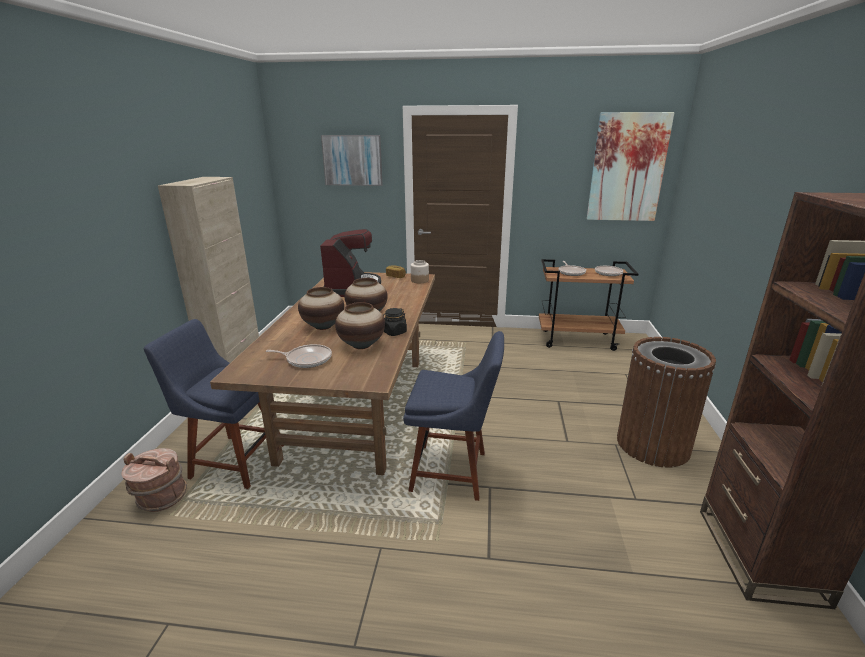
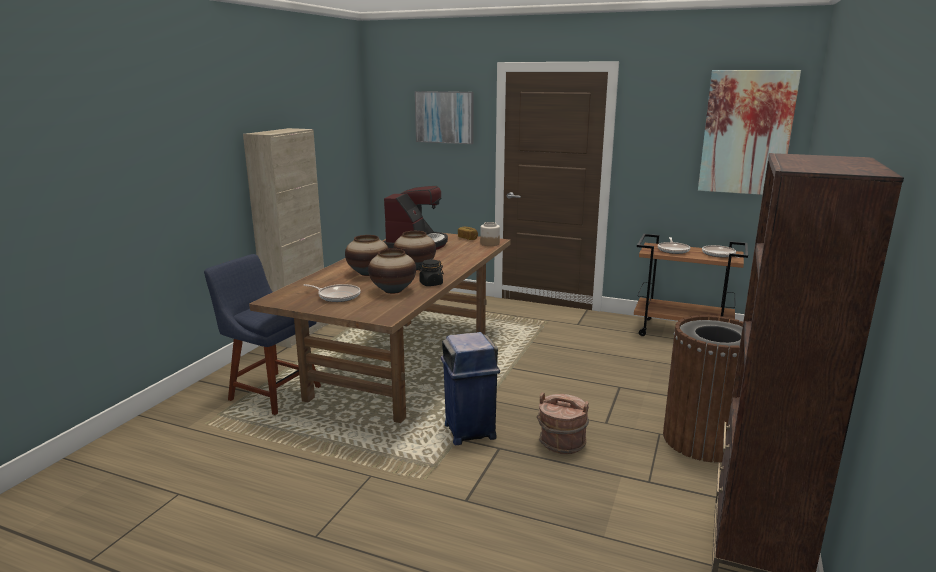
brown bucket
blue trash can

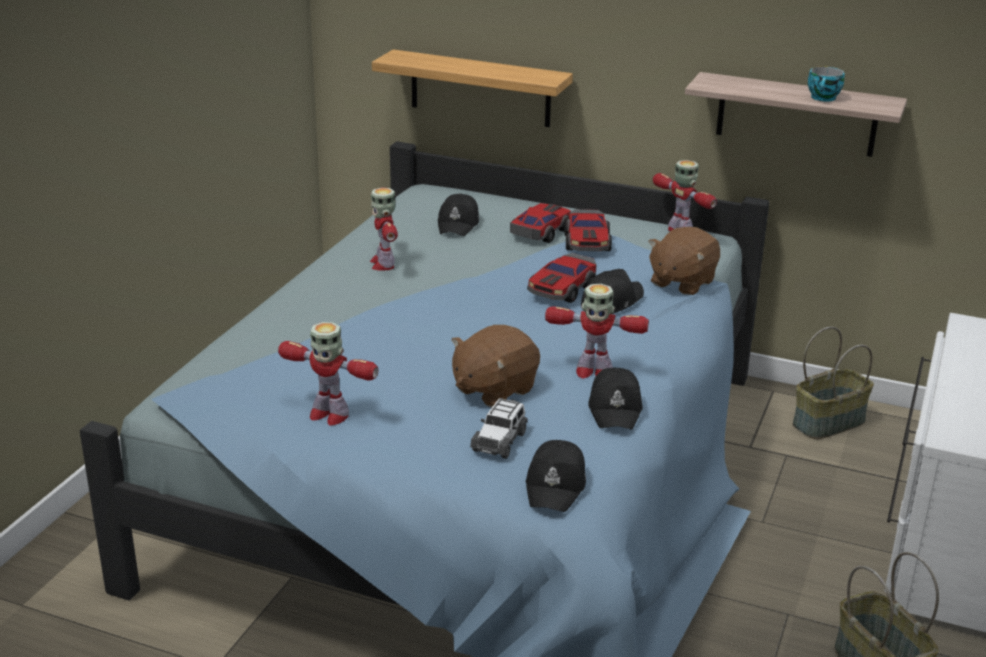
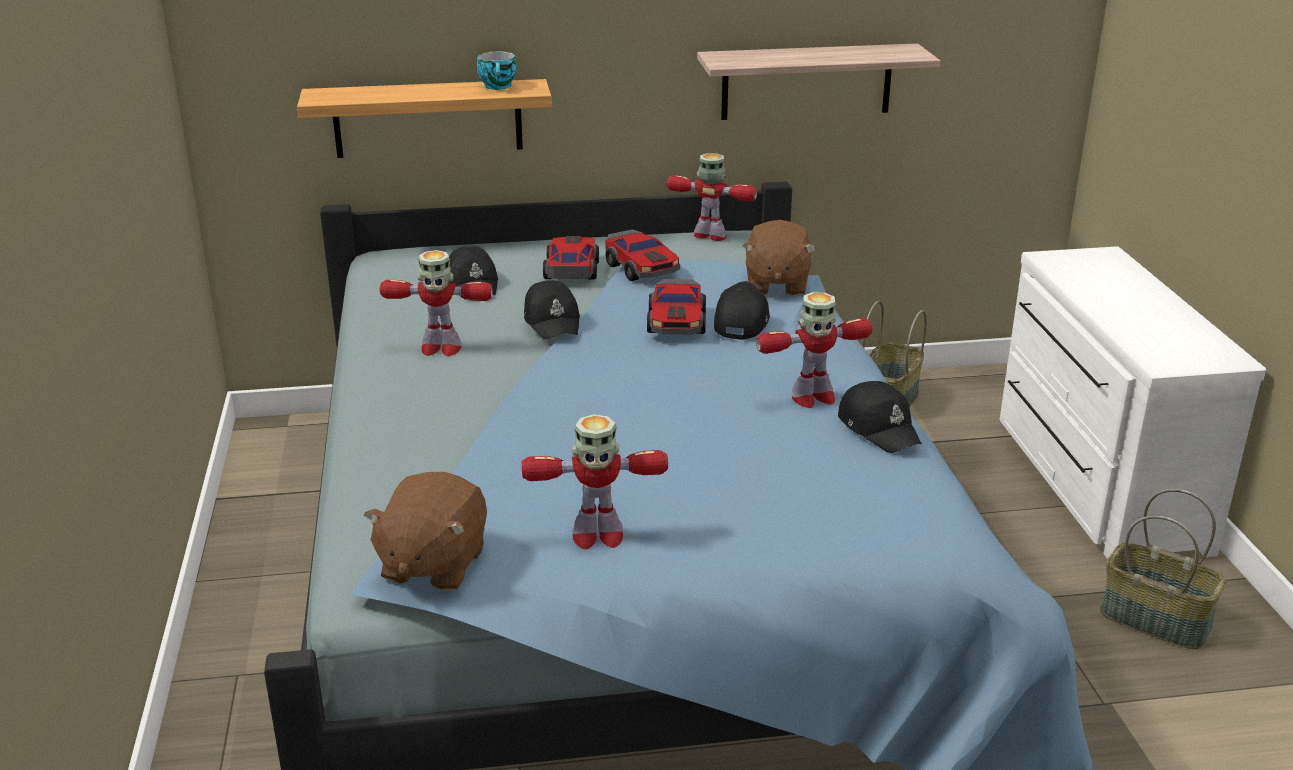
toy robot (no. 1 from left)
brown plush toy (no. 1 from left)
toy car (no. 1 from left in the first image)
black cap (no. 2 from left)
cup

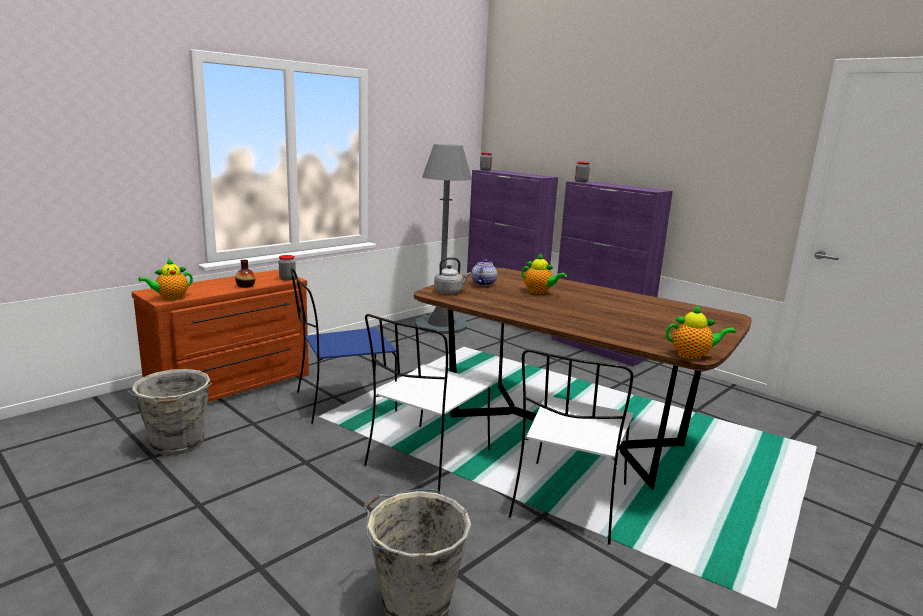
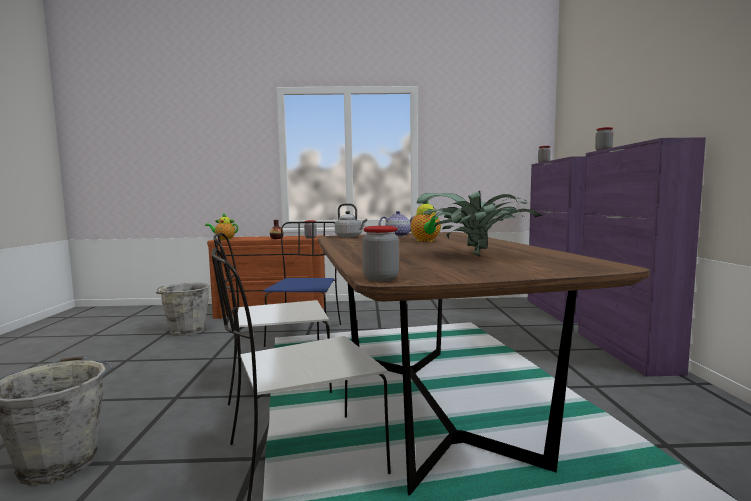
blue chair
grey floor lamp
jar (no. 2 from left)
potted plant

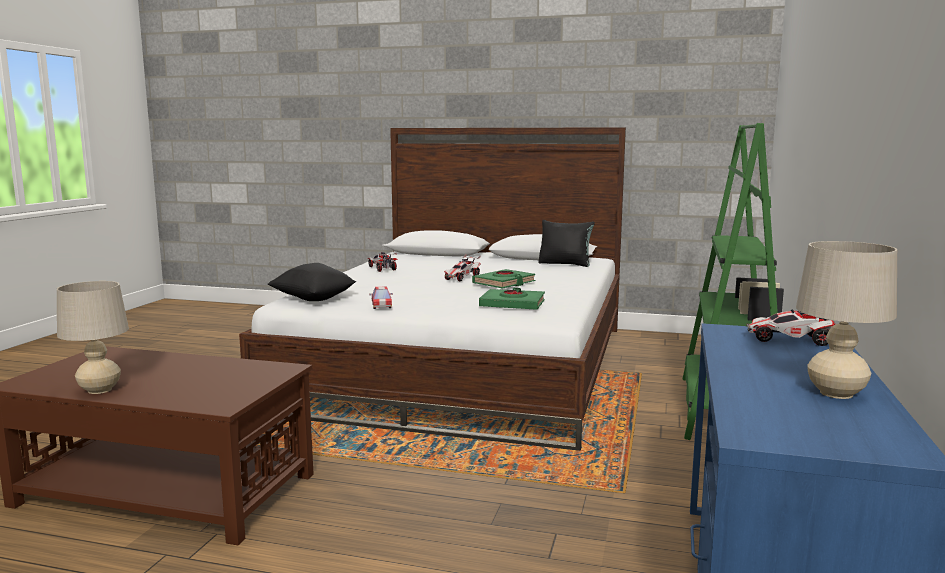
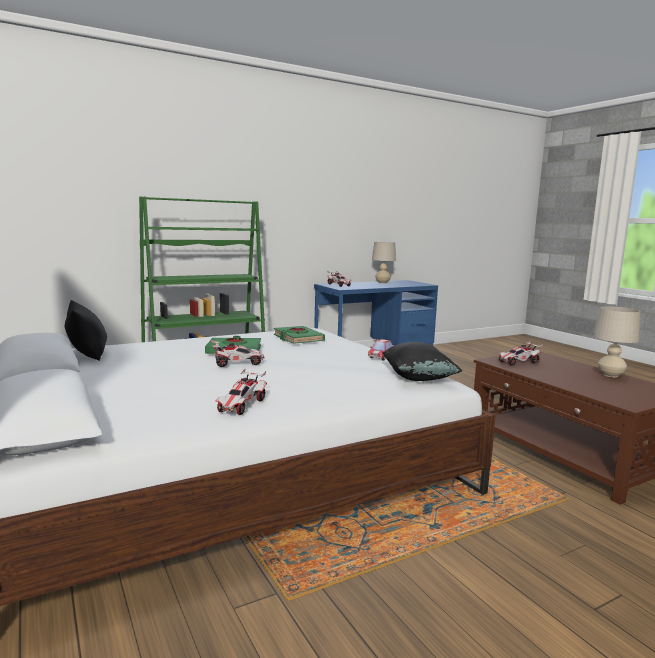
toy car (no. 5 from left)

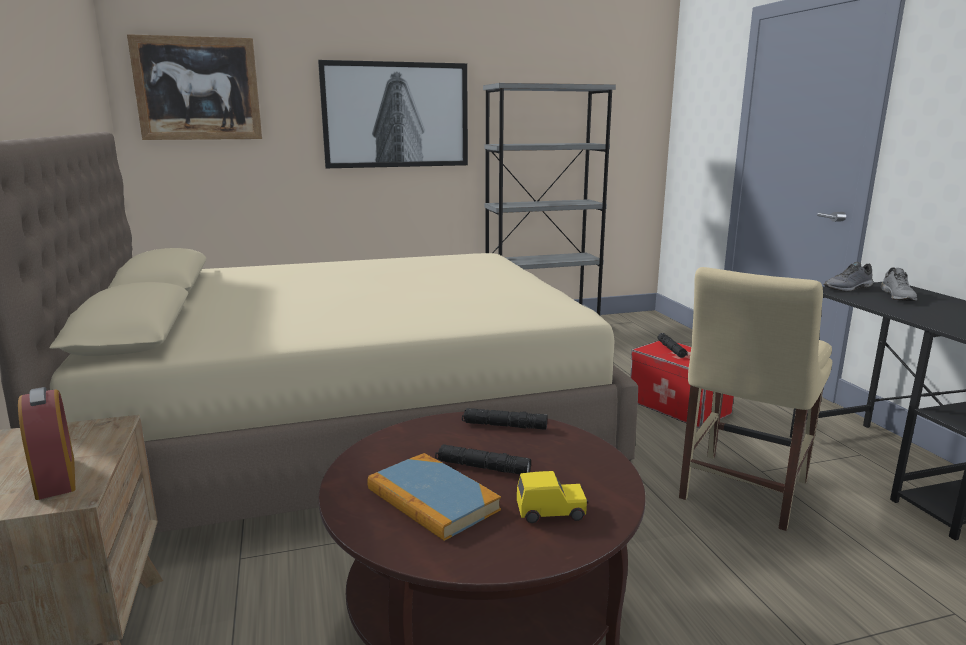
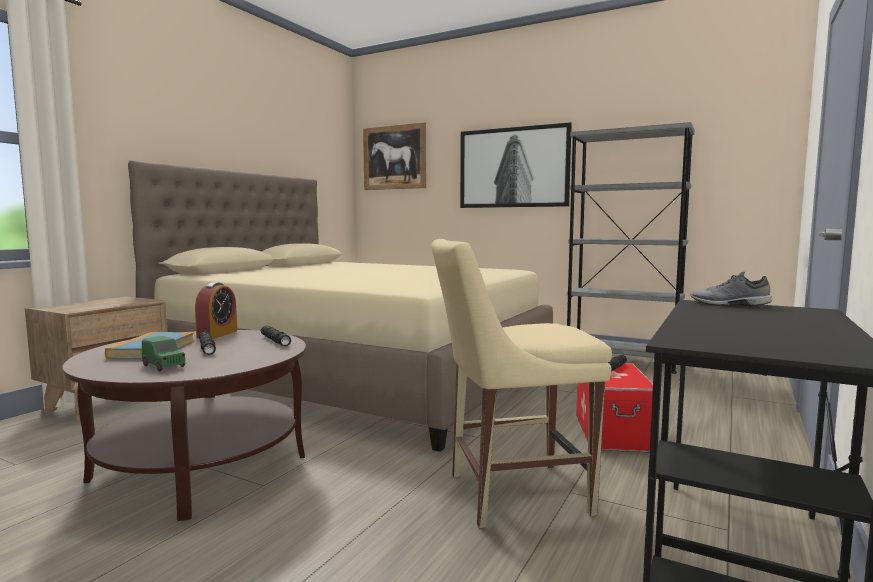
alarm clock
green toy car
grey shoe (no. 2 from left in the first image)

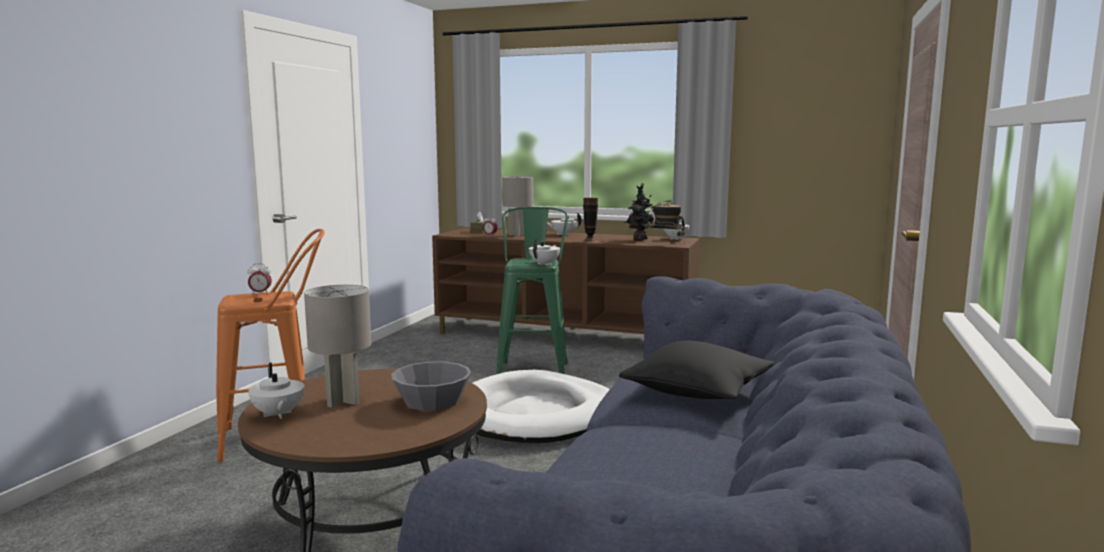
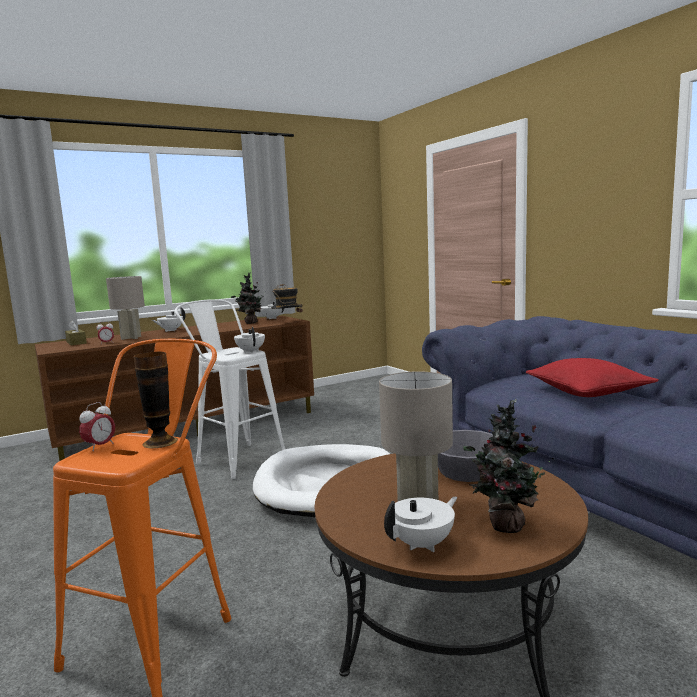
white teapot (no. 4 from left)
white stool
vase
red pillow
potted plant (no. 2 from left)

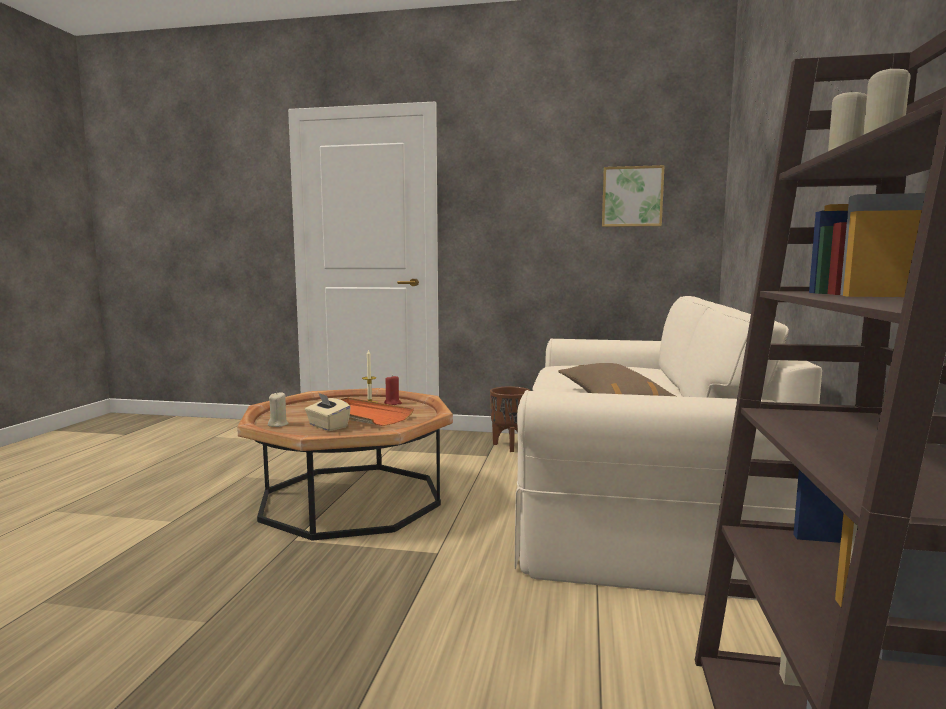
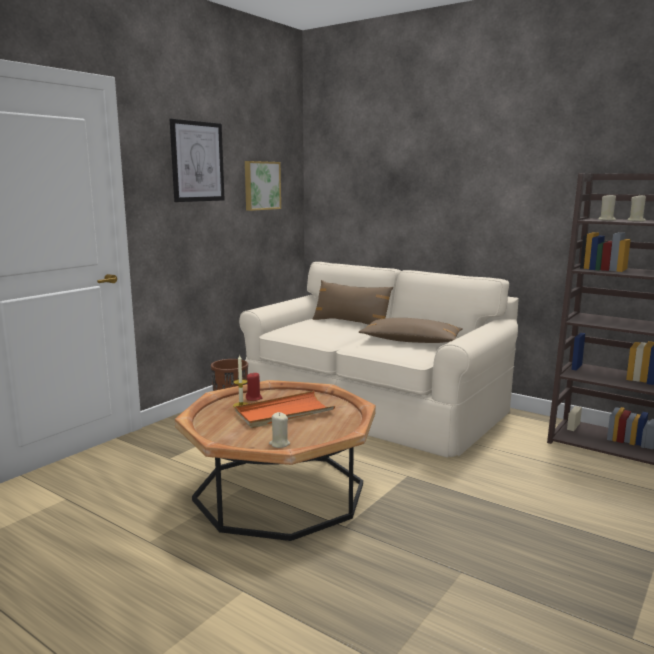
beige tissue box
picture (no. 1 from left)
brown pillow (no. 1 from left)

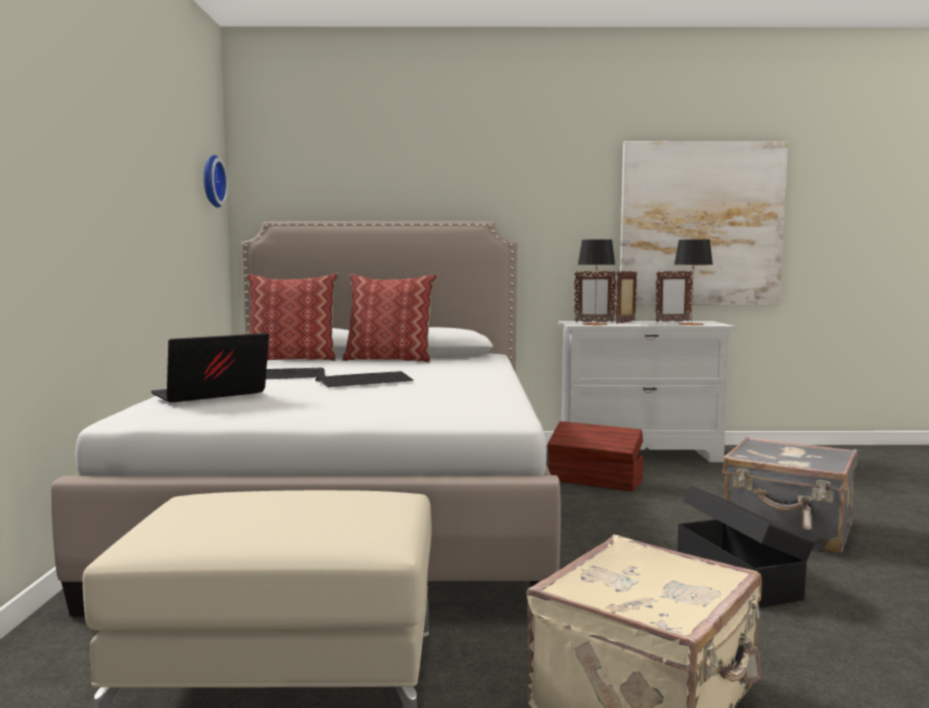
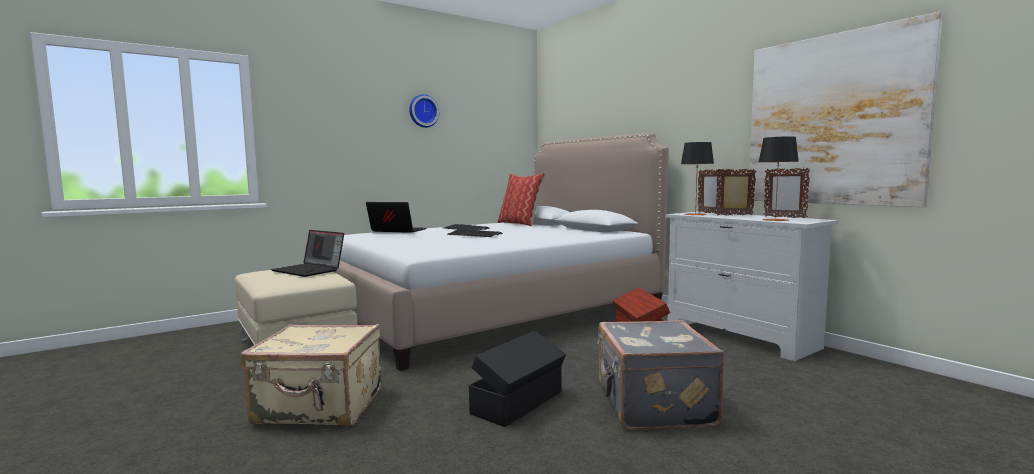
wall clock
pillow (no. 2 from left in the first image)
laptop (no. 1 from left)

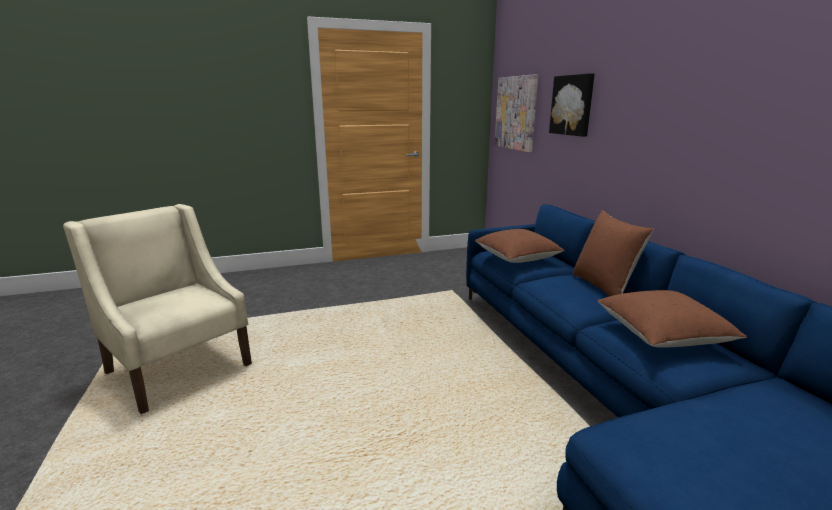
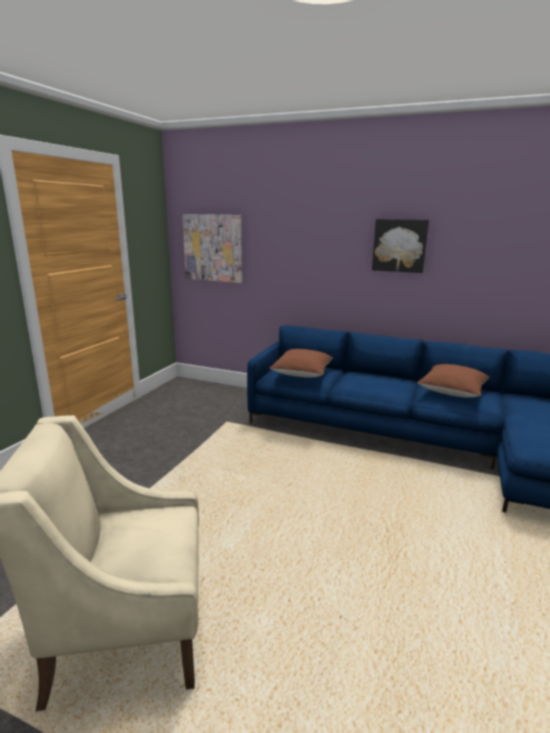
picture (no. 2 from left)
brown pillow (no. 2 from left in the first image)

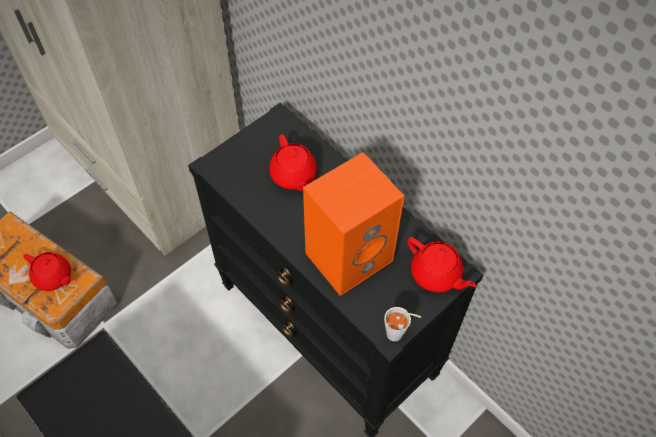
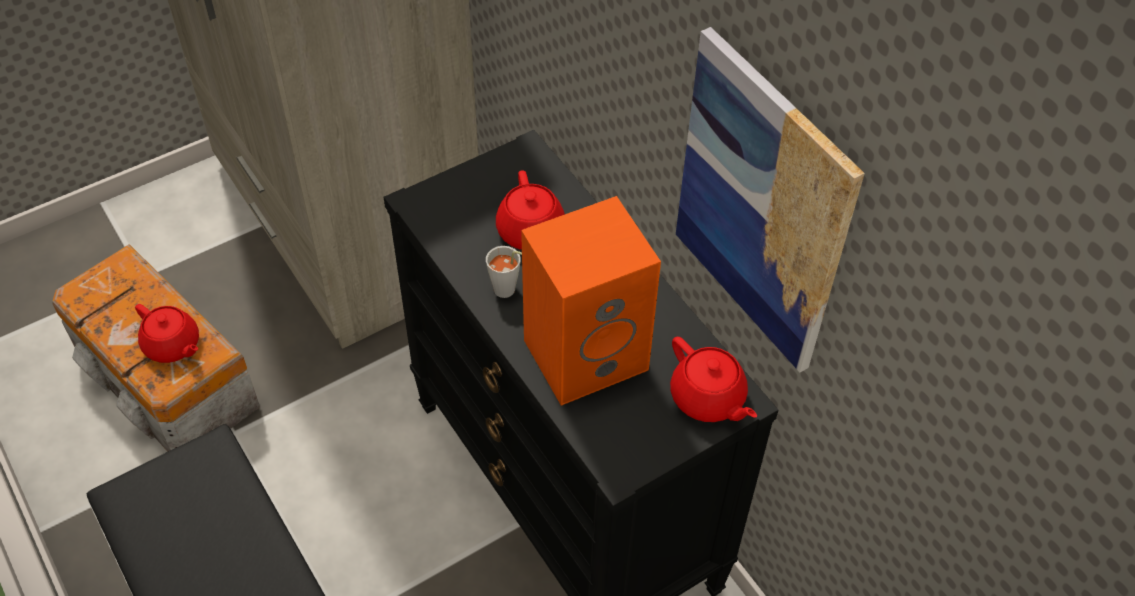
grey cup
picture

